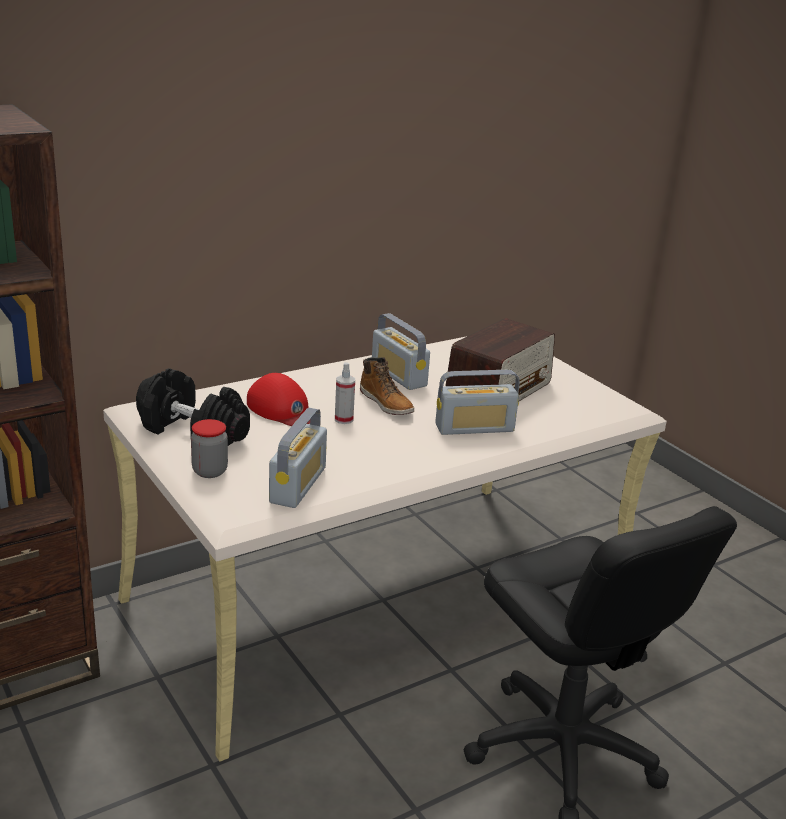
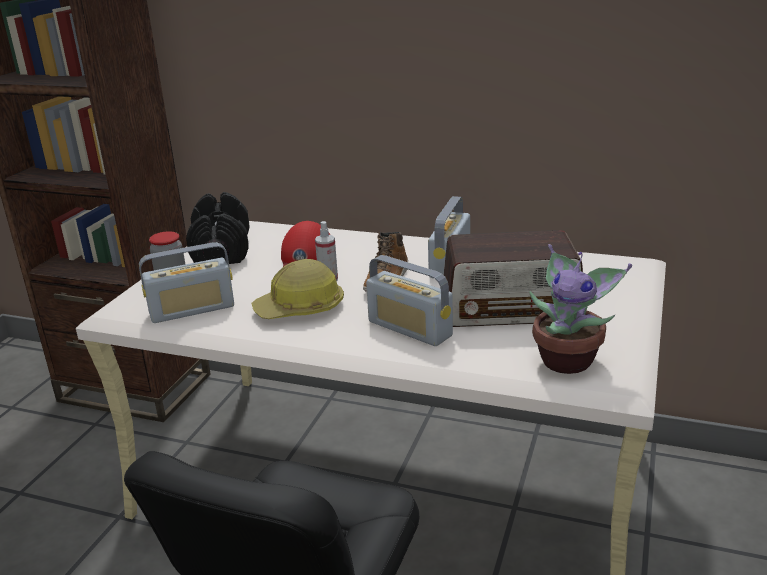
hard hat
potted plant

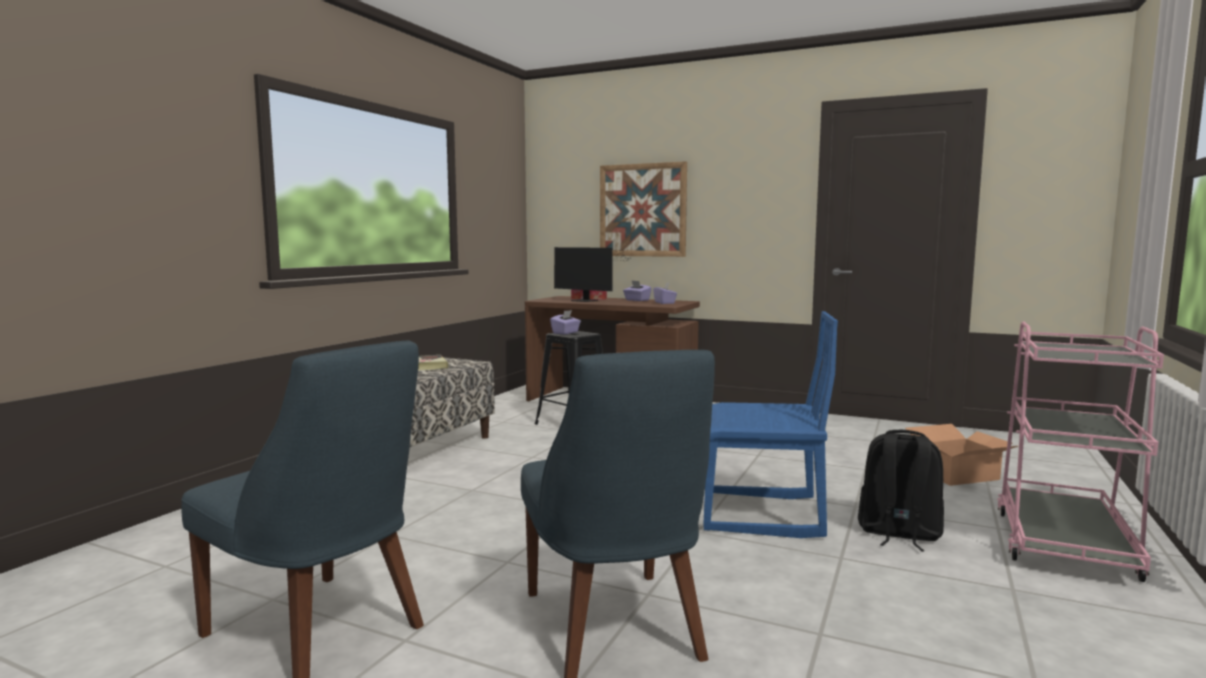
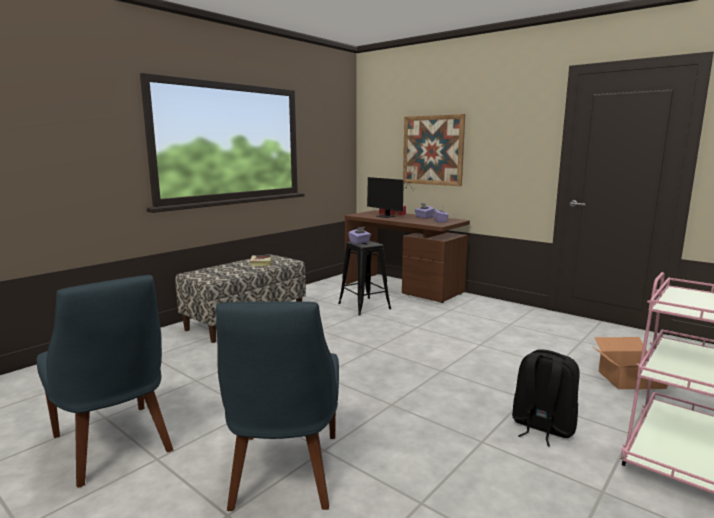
blue chair (no. 3 from left in the first image)

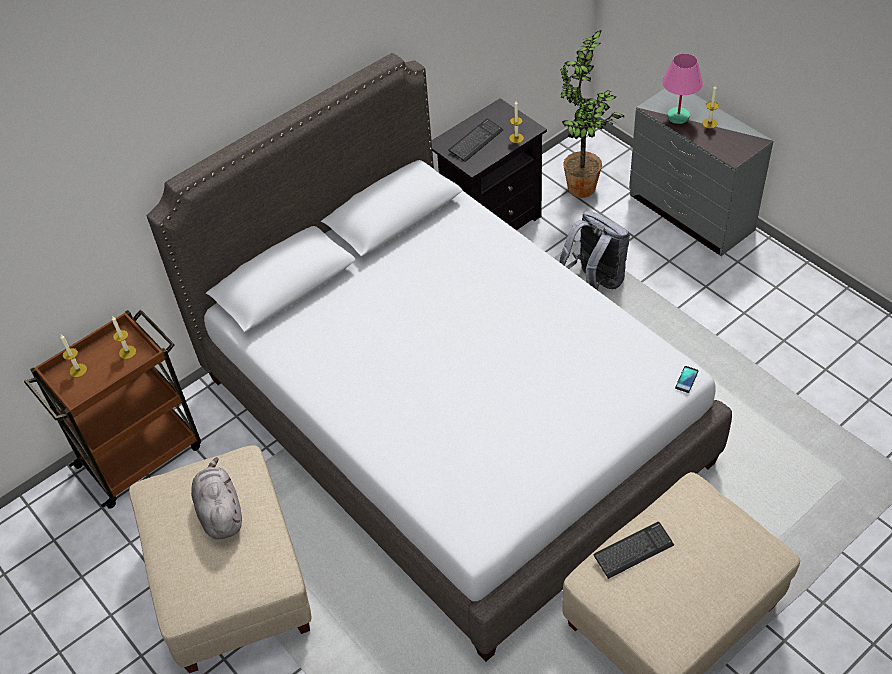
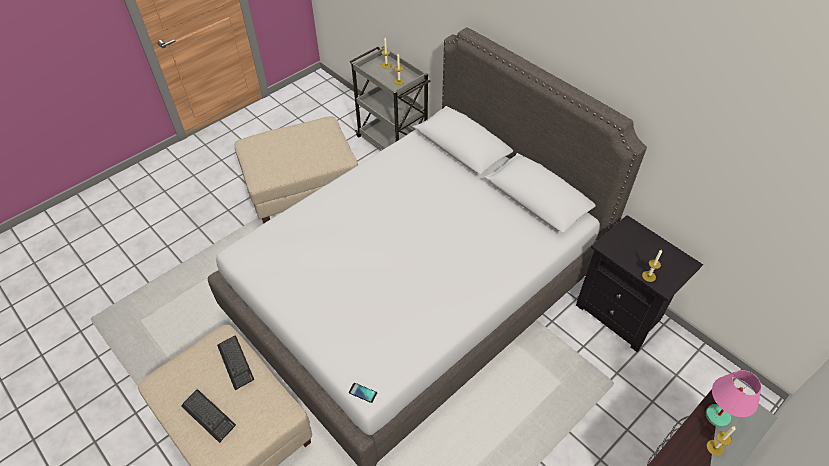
grey cart
grey plush toy
keyboard (no. 1 from left)
grey backpack
potted plant

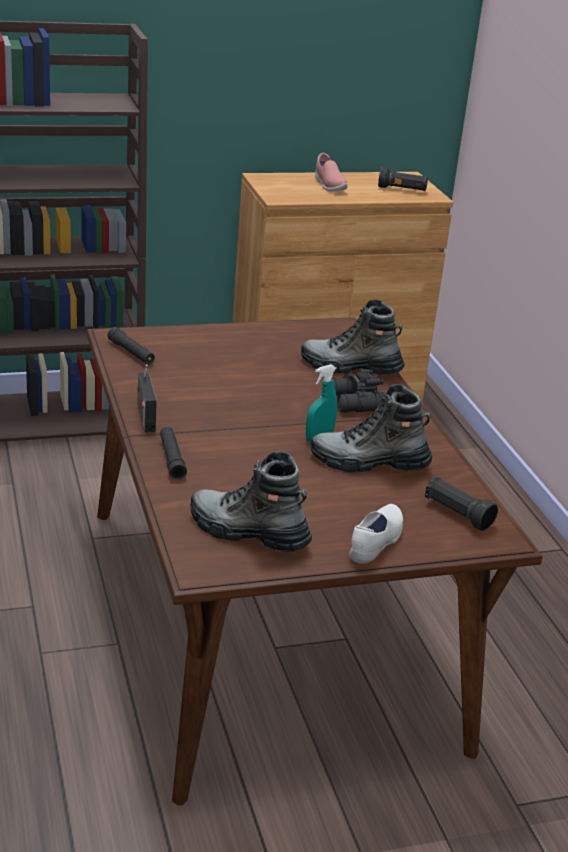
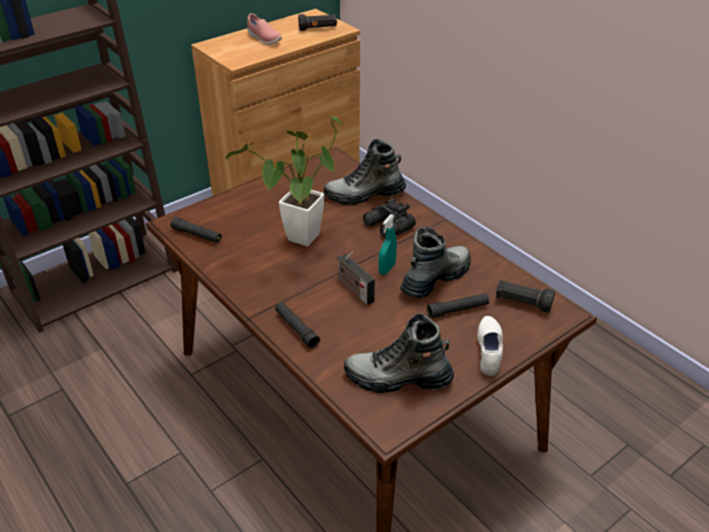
radio
boot (no. 3 from left)
potted plant
black flashlight (no. 4 from left)

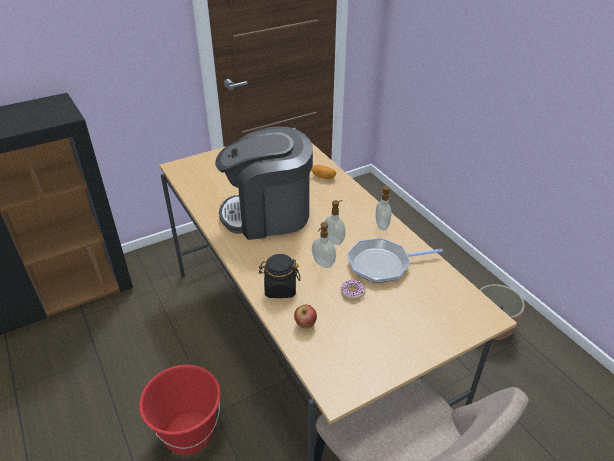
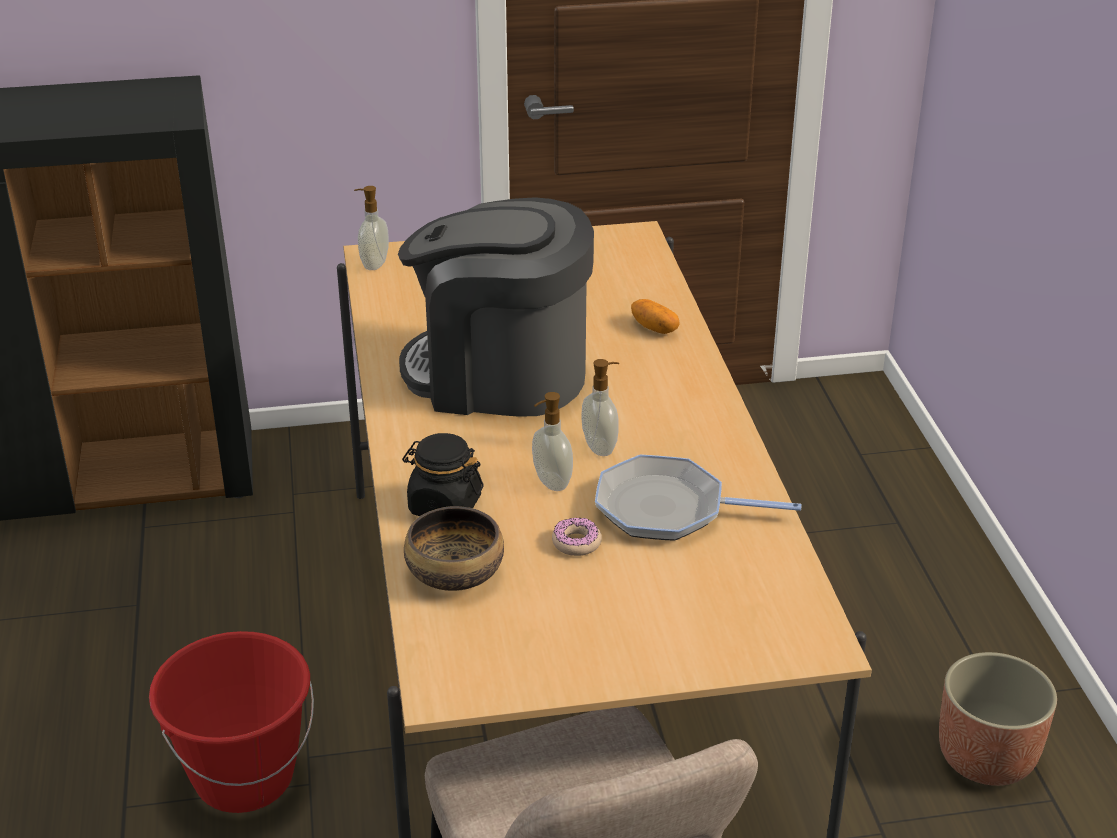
bowl
soap dispenser (no. 1 from left)

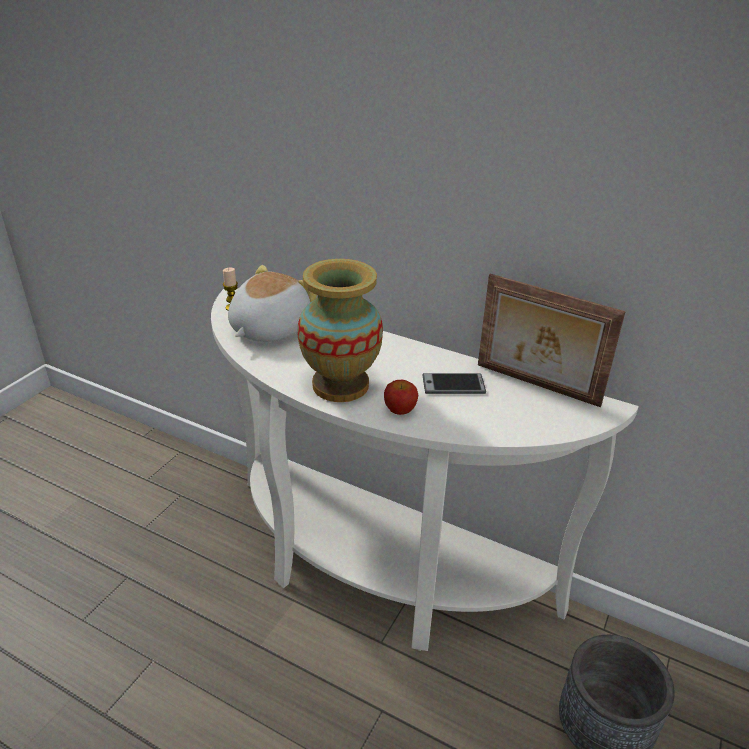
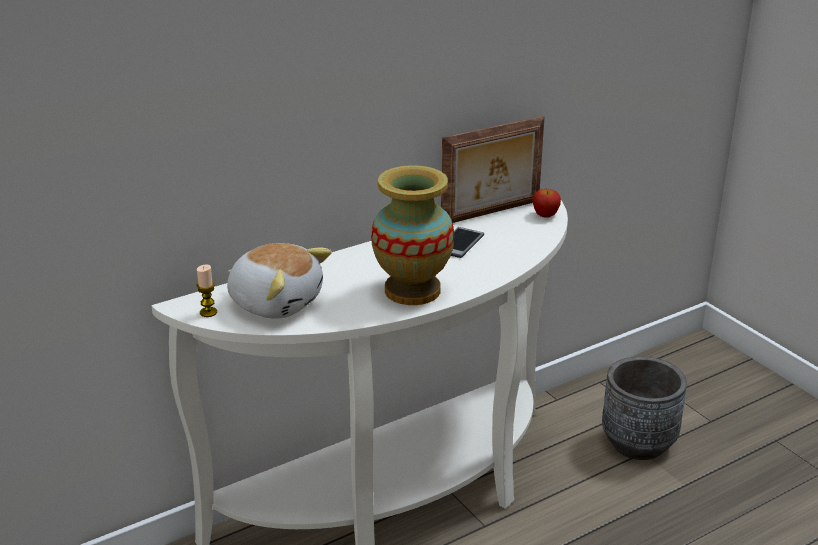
plush toy
apple

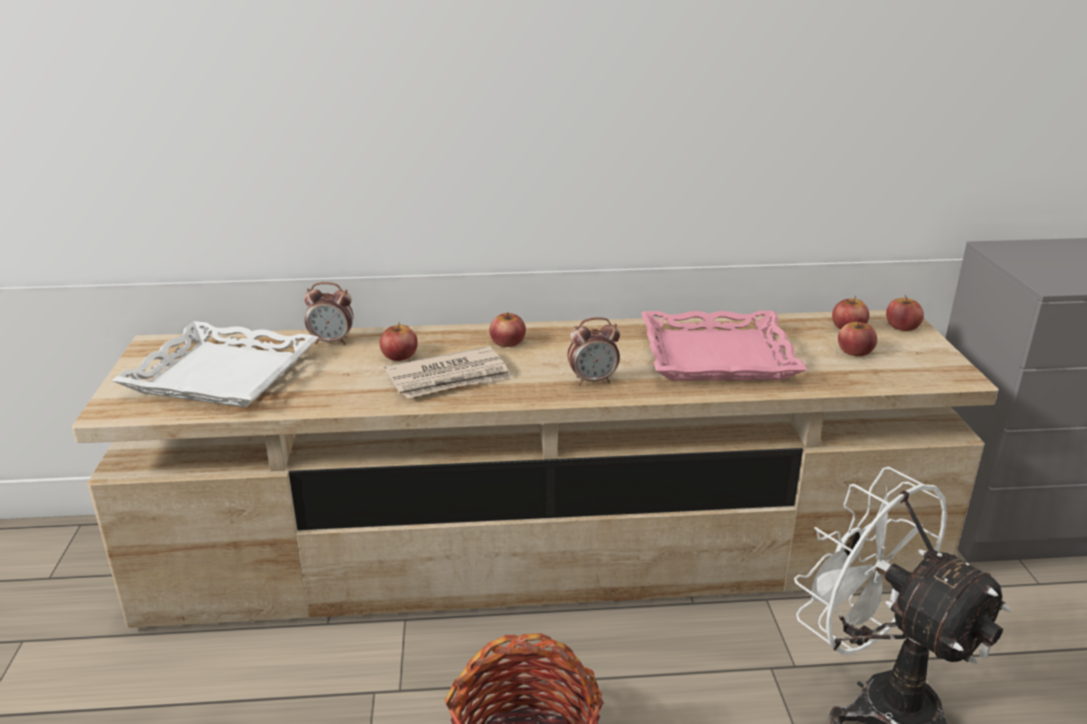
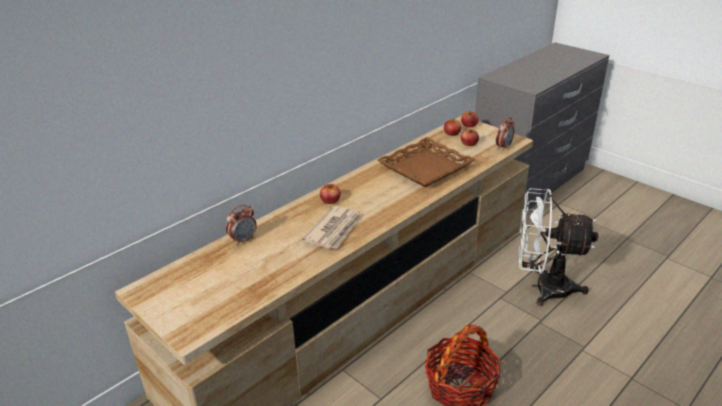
white tray
apple (no. 1 from left in the first image)
alarm clock (no. 2 from left)
brown tray

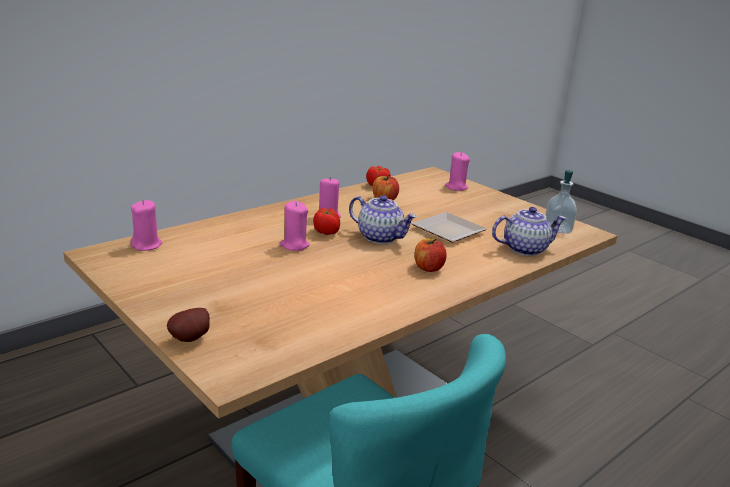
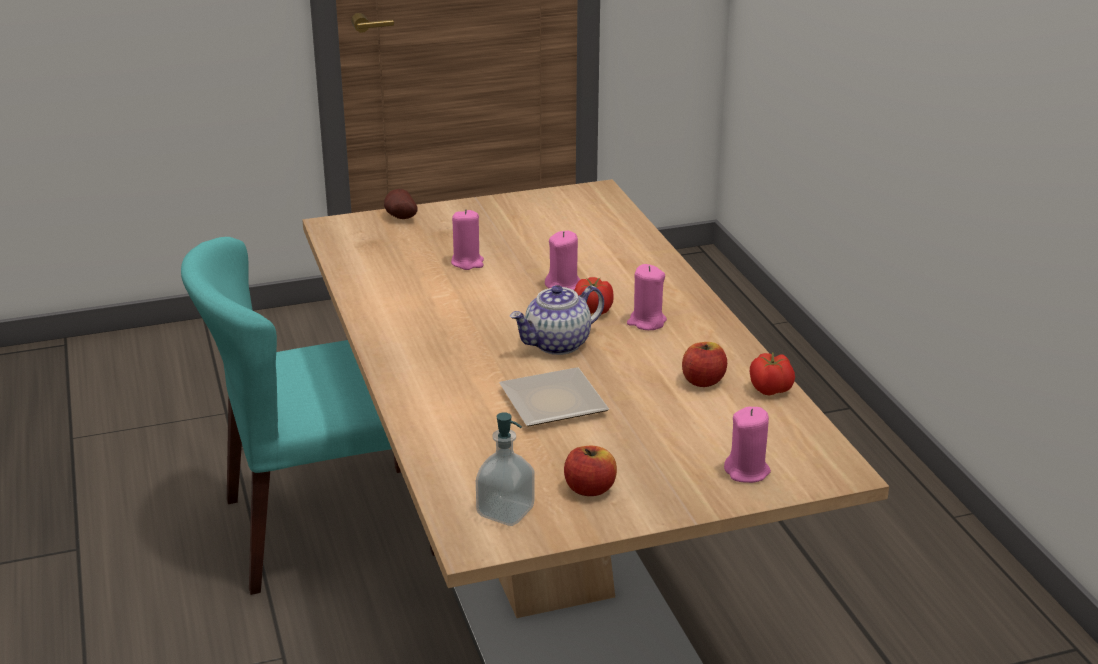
pink candle (no. 1 from left)
apple (no. 1 from left)
teapot (no. 2 from left in the first image)

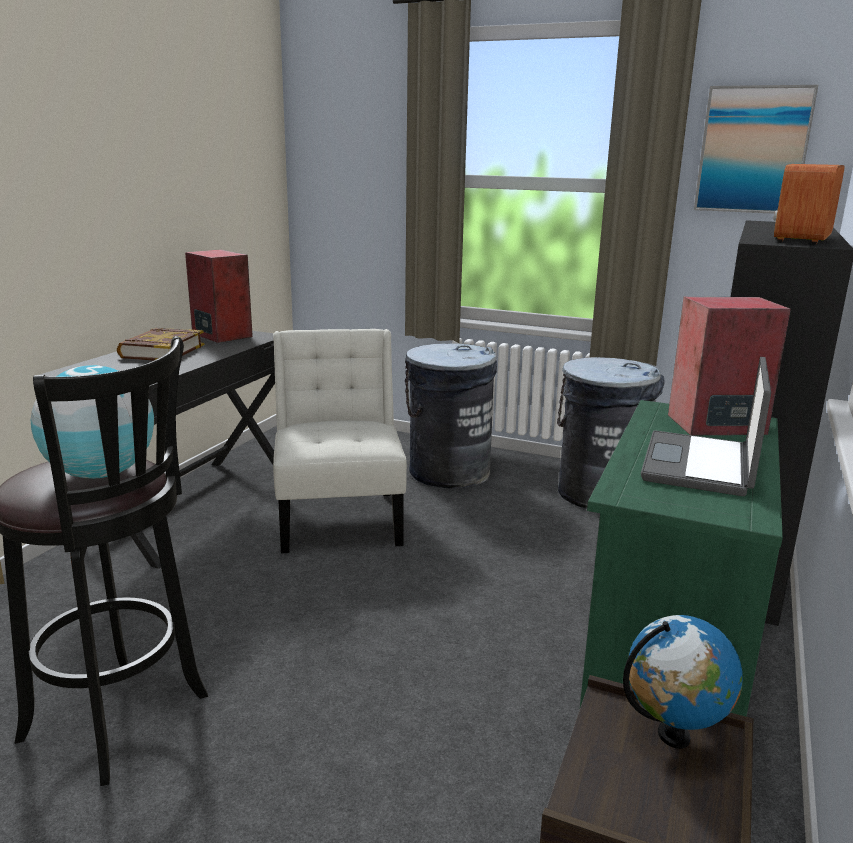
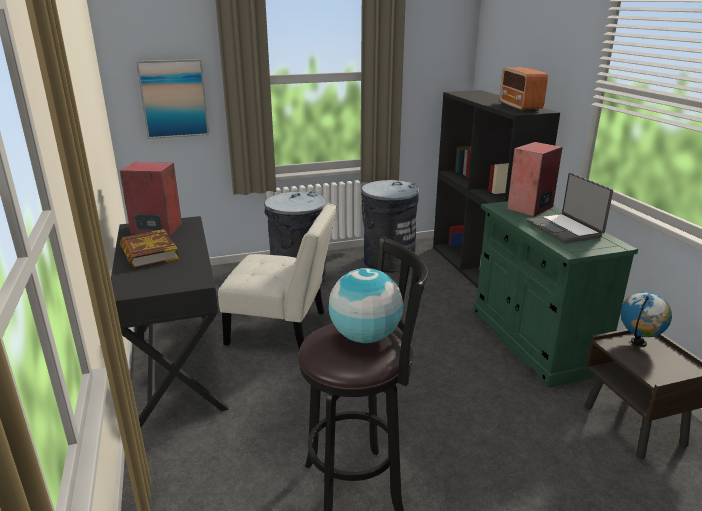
white chair
picture

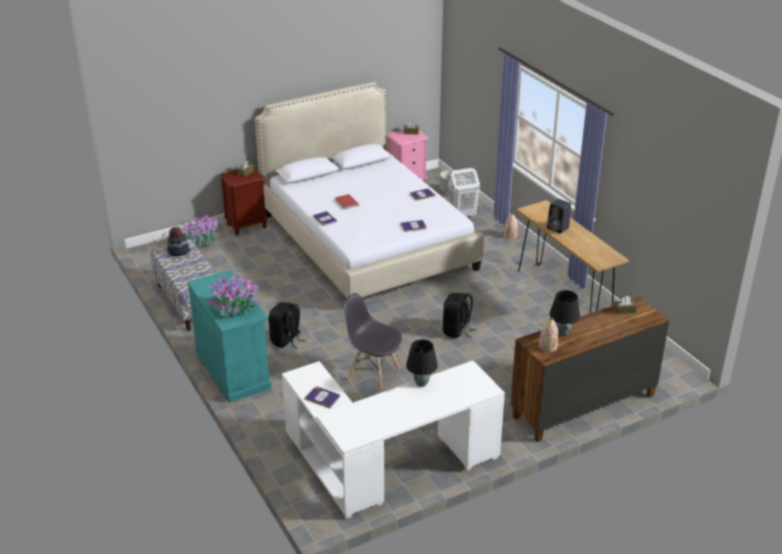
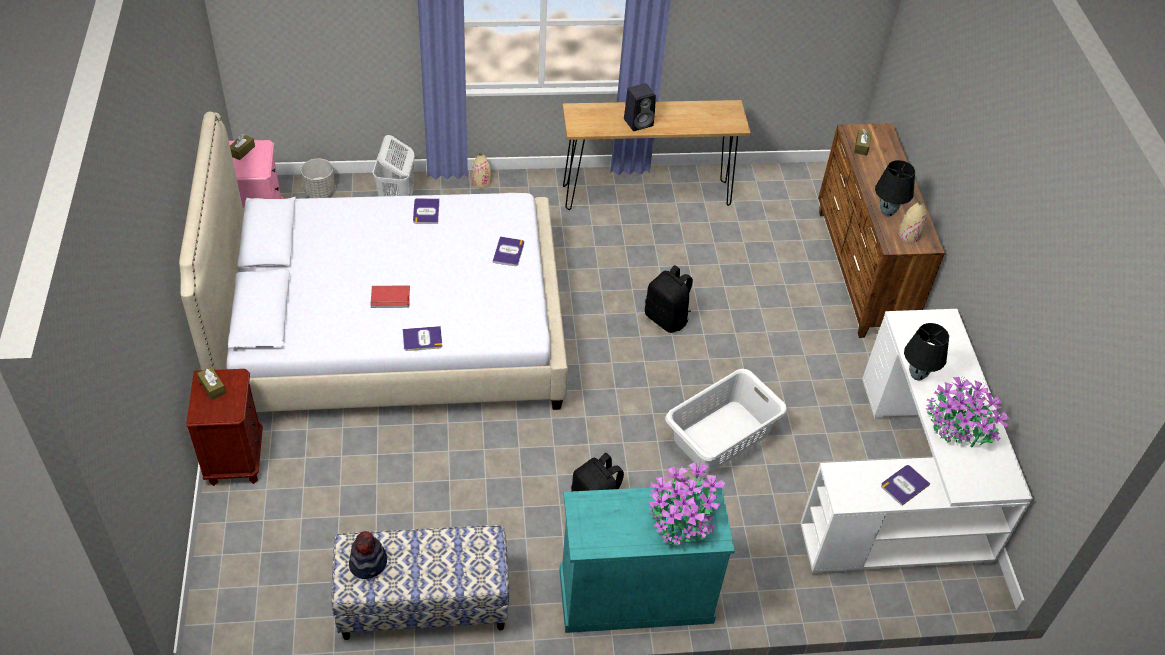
potted plant (no. 2 from left)
white laundry basket (no. 2 from left)

